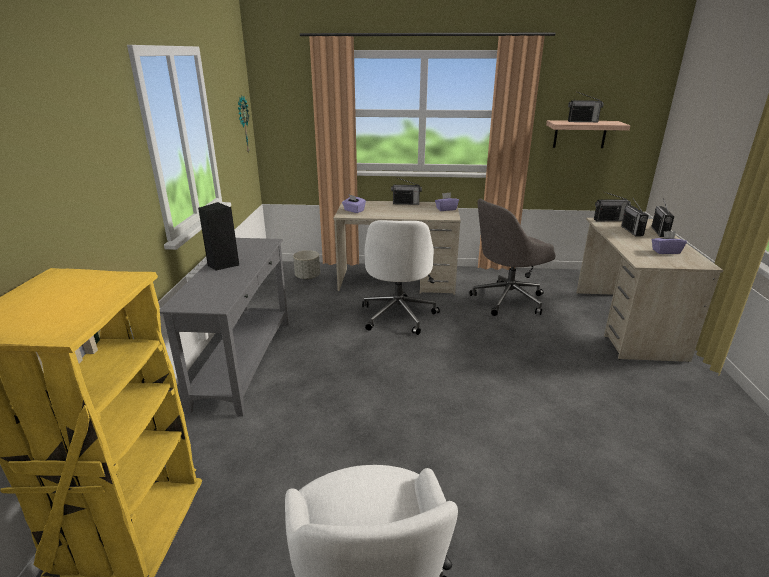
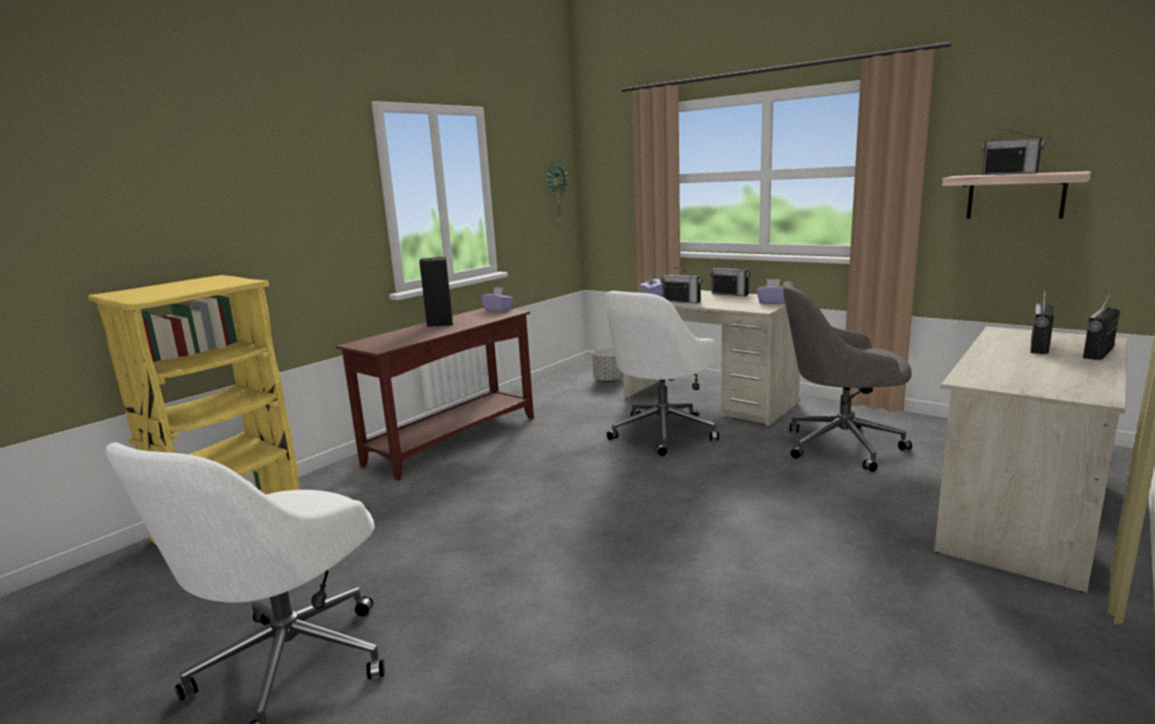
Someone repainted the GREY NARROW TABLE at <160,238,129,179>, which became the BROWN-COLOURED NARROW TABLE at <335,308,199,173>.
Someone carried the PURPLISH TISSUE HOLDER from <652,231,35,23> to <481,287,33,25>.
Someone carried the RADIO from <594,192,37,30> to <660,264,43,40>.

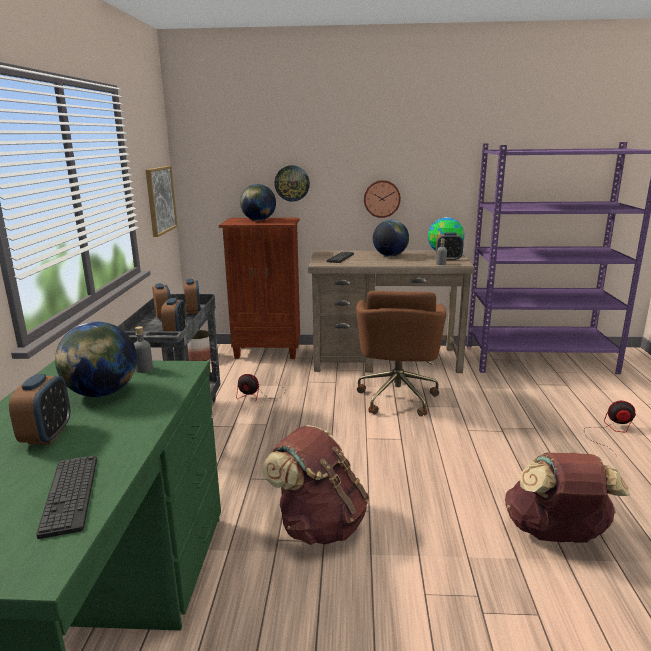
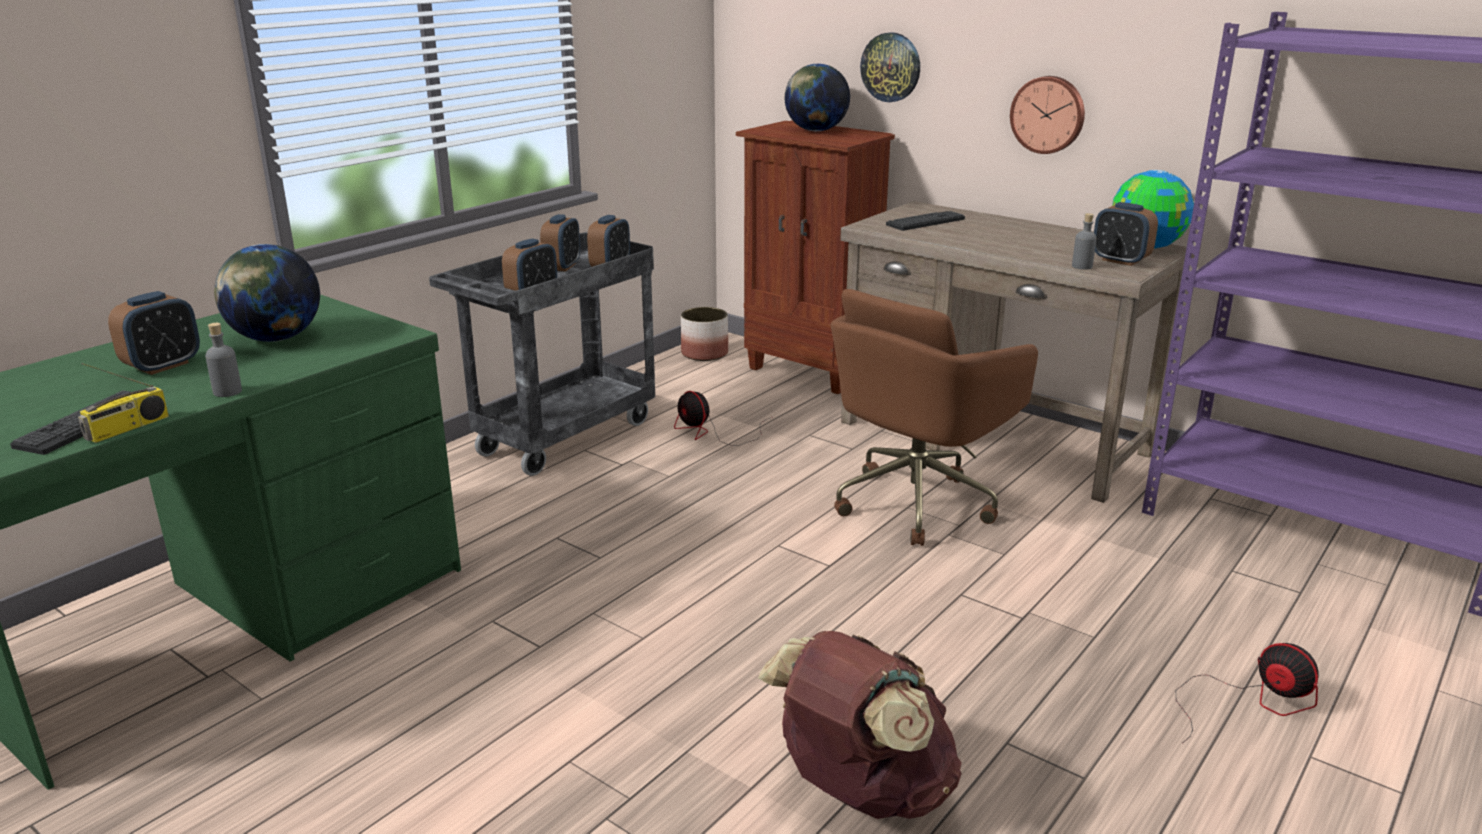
Someone put down the RADIO at <78,363,91,80>.
Someone carried the GREY BOTTLE from <134,326,19,47> to <205,323,37,74>.
Someone took away the WALL ART at <146,166,32,71>.
Someone took away the BROWN-COLOURED KNAPSACK at <262,425,107,120>.
Someone took away the DESK GLOBE at <373,220,36,36>.

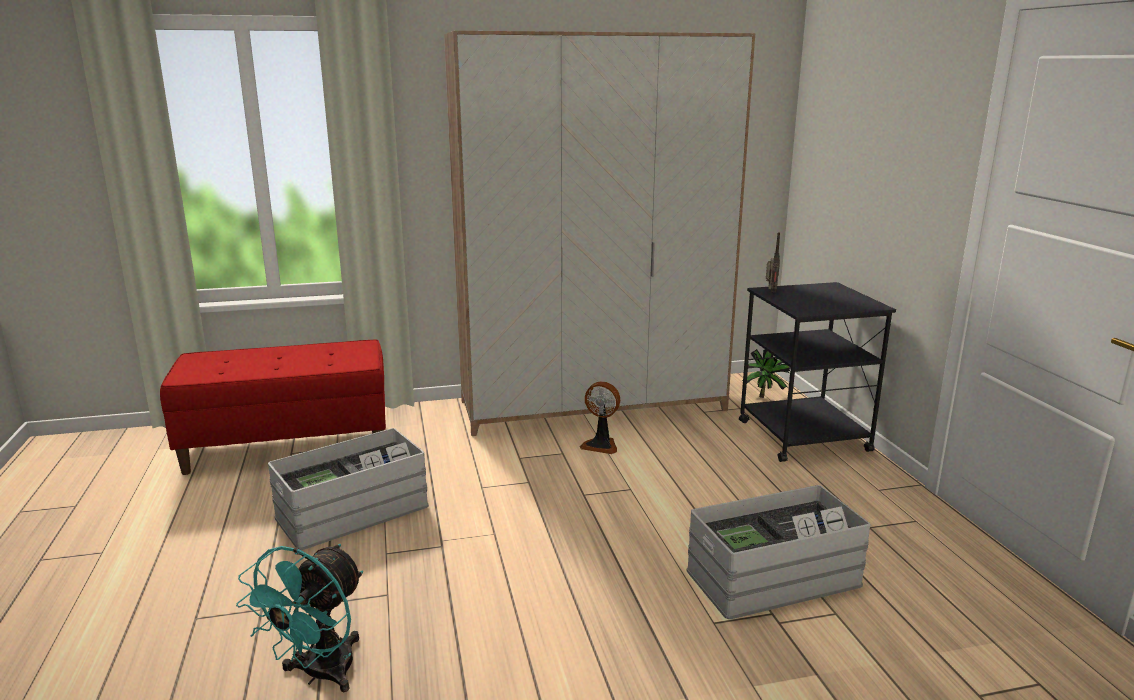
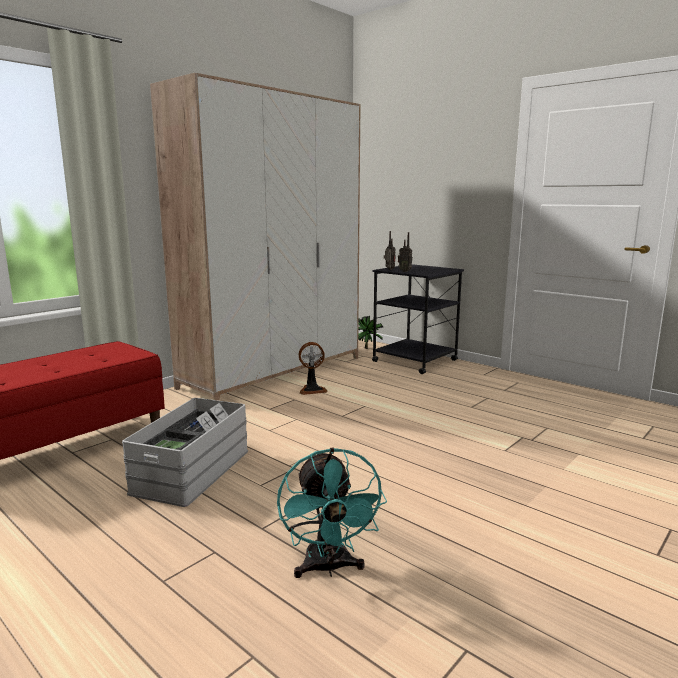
Someone put down the RADIO at <398,232,15,40>.
Someone took away the GREY STORAGE BOX at <686,485,185,134>.

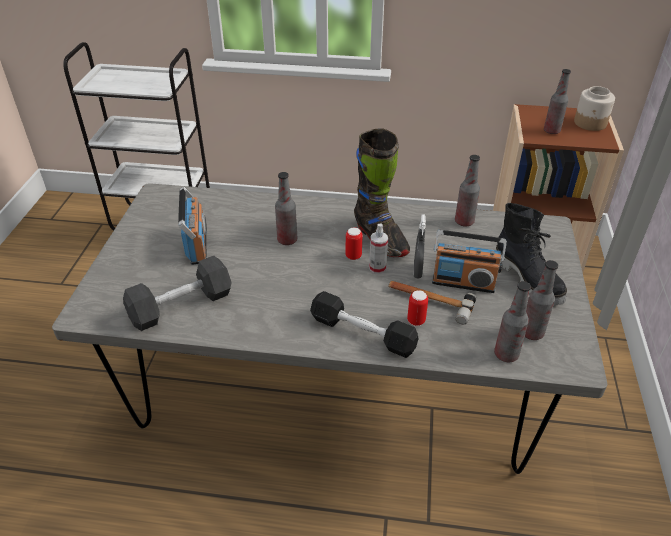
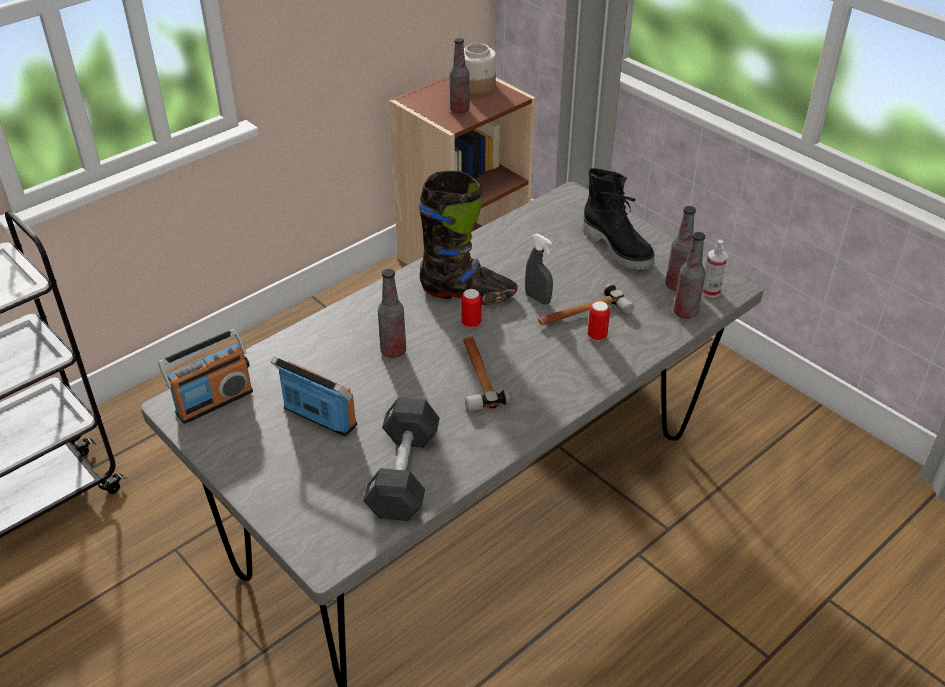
Someone carried the RADIO from <432,230,75,63> to <158,329,95,95>.
Someone put down the TOOL HAMMER at <463,336,48,75>.
Someone rotated the BLACK HIGH-TOP BOOT at <496,203,71,102> by 45 degrees clockwise.
Someone carried the SPRAYER from <369,223,19,51> to <702,239,26,58>.
Someone took away the BLACK HAND WEIGHT at <310,291,109,67>.
Someone took away the BOTTLE at <455,155,25,71>.

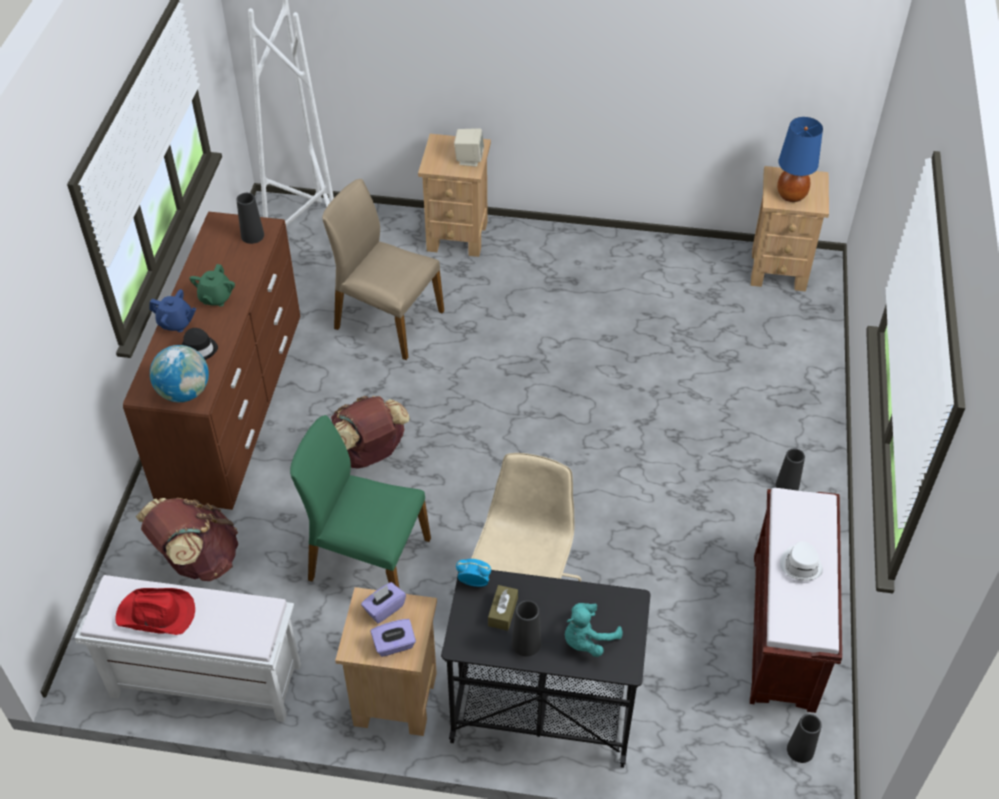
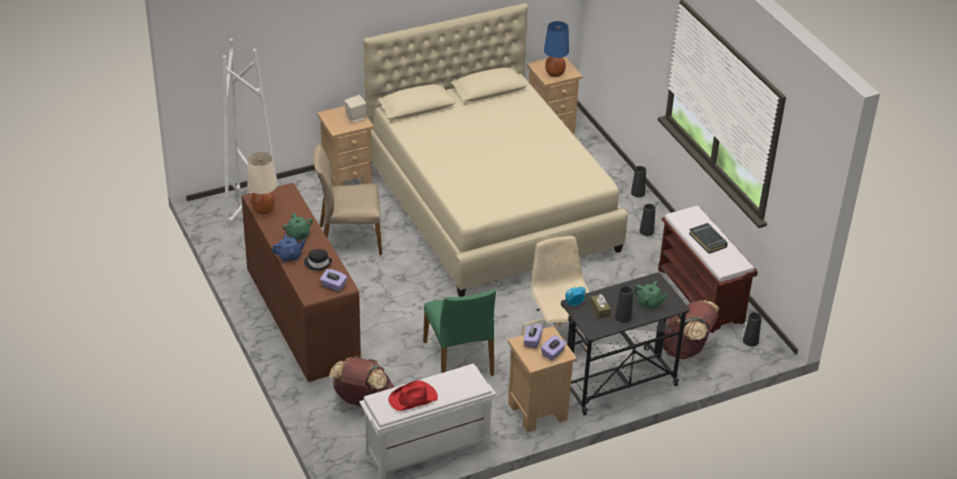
Someone put down the BEIGE-COLOURED TABLETOP LAMP at <247,152,30,62>.
Someone swapped the DESK GLOBE at <150,345,59,57> for the PURPLISH TISSUE HOLDER at <320,269,27,22>.
Someone put down the BEIGE-COLOURED SLEEPING BED at <363,3,265,294>.
Someone rotated the GREEN-COLOURED UPRIGHT CHAIR at <290,415,141,173> by 90 degrees counterclockwise.
Someone carried the BLACK VASE from <236,193,28,51> to <631,166,15,31>.
Someone swapped the BLUE-GREEN CUDDLY TOY at <565,603,58,54> for the GREEN-COLOURED TEAPOT at <634,281,34,29>.
Someone carried the BROWN-COLOURED KNAPSACK from <331,396,79,73> to <663,300,57,59>.
Someone swapped the WHITE-COLOURED CLOTHING HAT at <780,541,43,40> for the BLACK BOOK at <689,223,39,31>.

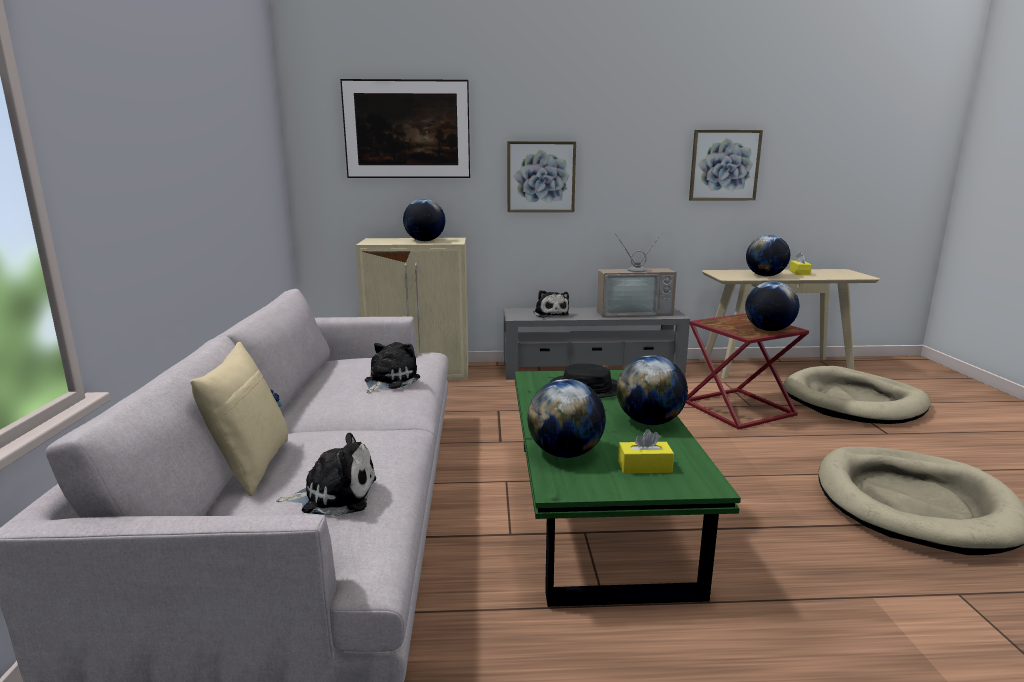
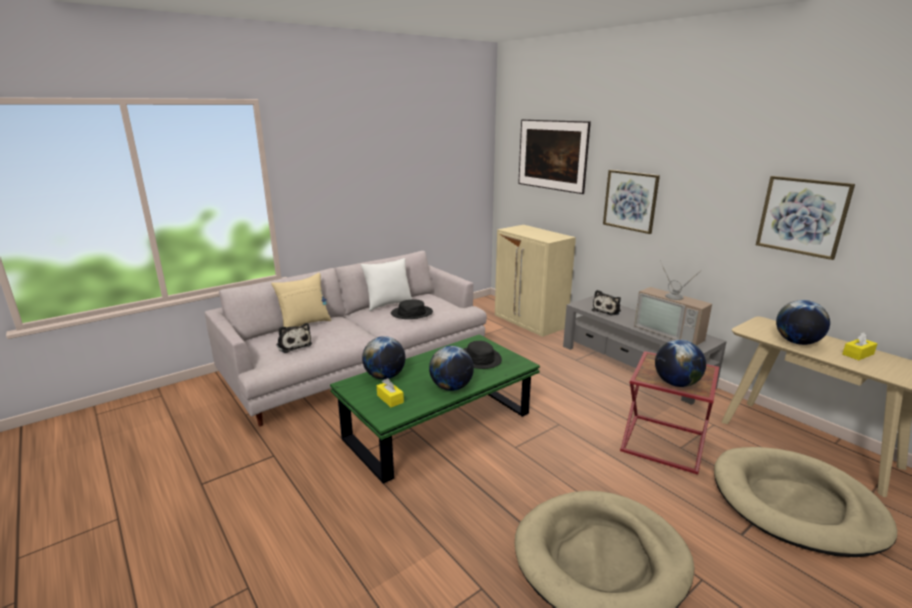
Someone put down the WHITE-COLOURED CUSHION at <360,258,53,53>.
Someone swapped the CUDDLY TOY at <365,342,55,51> for the BLACK CLOTHING HAT at <391,300,42,19>.
Someone took away the DESK GLOBE at <403,199,42,42>.

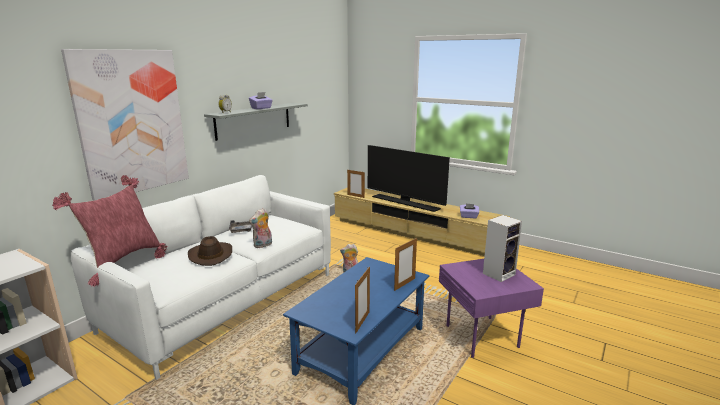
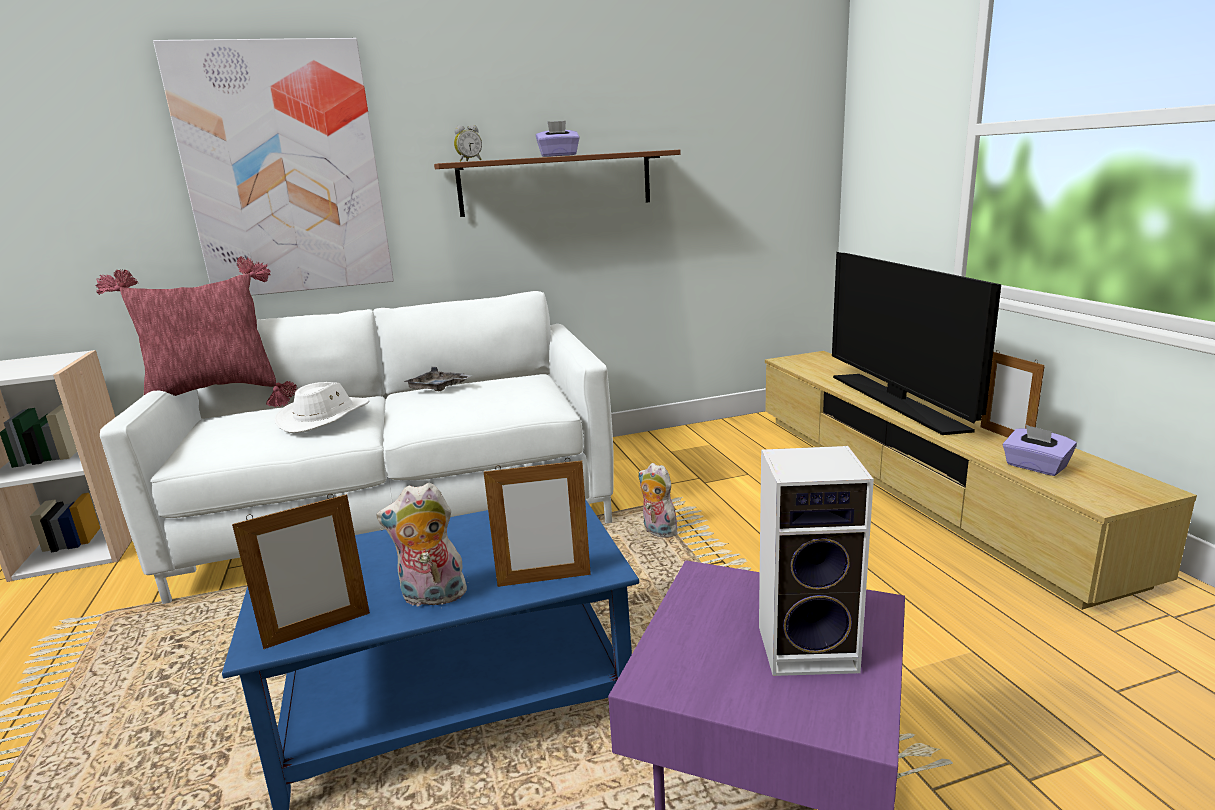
Someone repainted the BROWN-COLOURED CLOTHING HAT at <188,236,44,30>, which became the WHITE-COLOURED CLOTHING HAT at <274,382,96,51>.
Someone carried the CUDDLY TOY from <249,208,23,40> to <377,482,93,125>.
Someone repainted the GREY BRACKET SHELF at <204,103,104,38>, which became the BROWN-COLOURED BRACKET SHELF at <434,150,247,67>.
Someone carried the PHOTO FRAME from <347,170,18,28> to <980,350,65,88>.

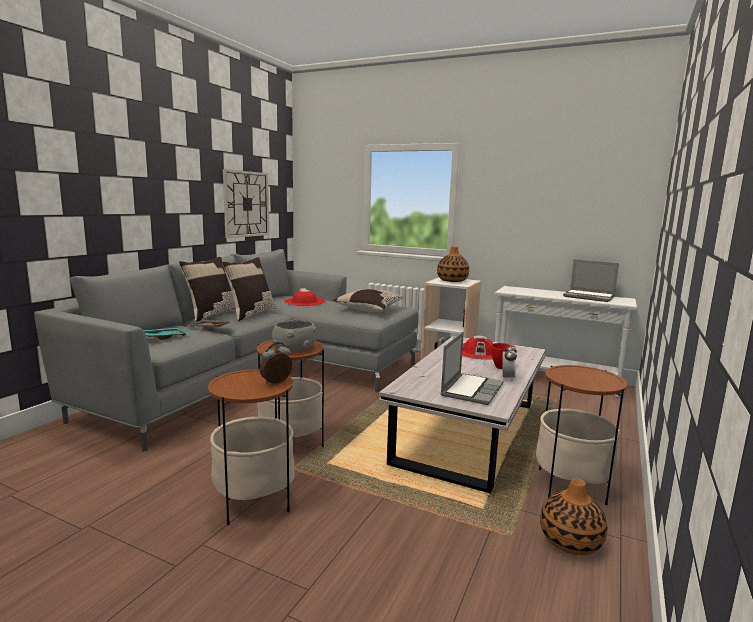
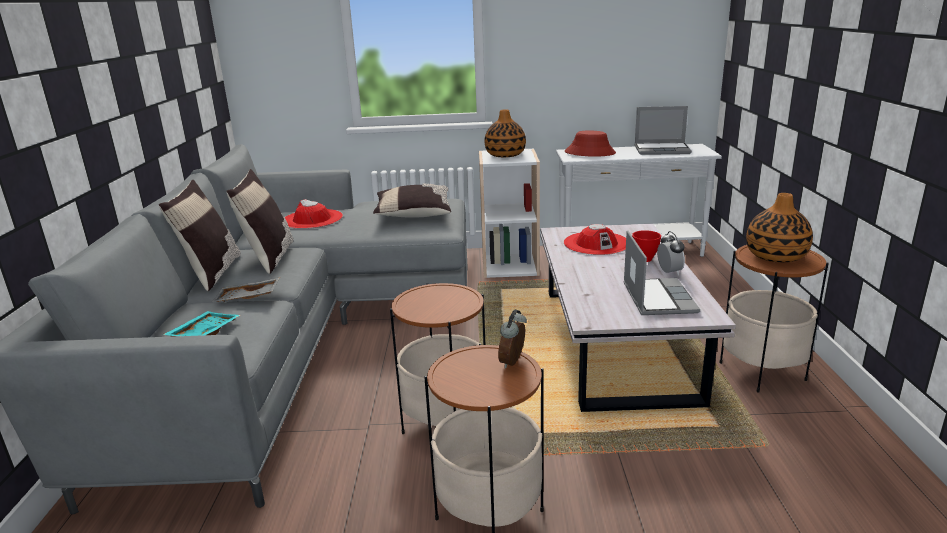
Someone put down the RED-COLOURED CLOTHING HAT at <565,130,51,27>.
Someone carried the VASE from <540,478,67,77> to <746,193,67,70>.
Someone took away the WALL CLOCK at <223,169,46,69>.
Someone took away the GREY DEEP DISH at <271,319,46,33>.

